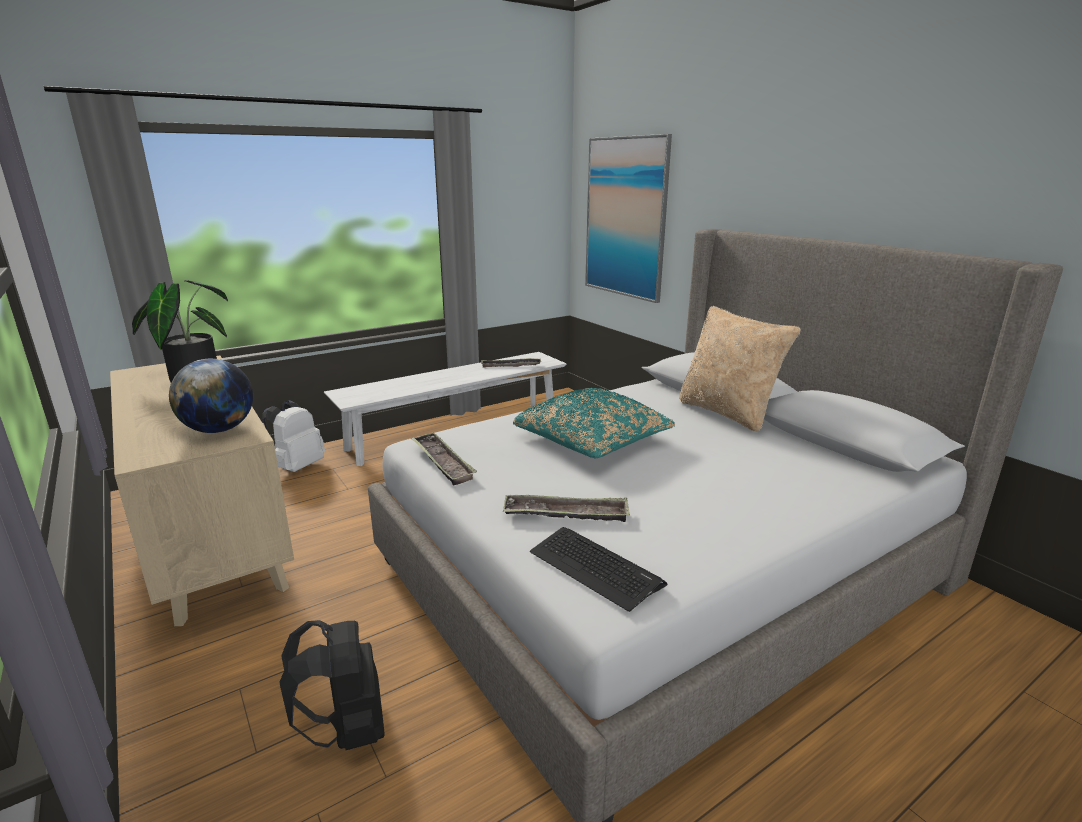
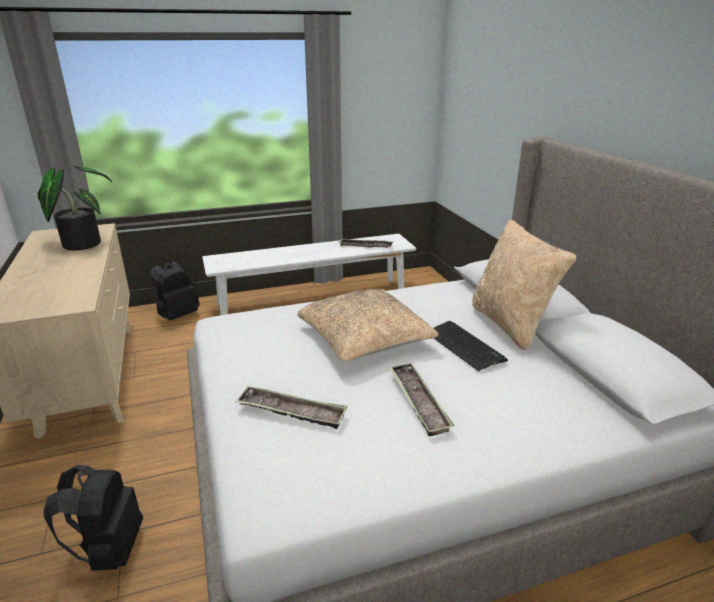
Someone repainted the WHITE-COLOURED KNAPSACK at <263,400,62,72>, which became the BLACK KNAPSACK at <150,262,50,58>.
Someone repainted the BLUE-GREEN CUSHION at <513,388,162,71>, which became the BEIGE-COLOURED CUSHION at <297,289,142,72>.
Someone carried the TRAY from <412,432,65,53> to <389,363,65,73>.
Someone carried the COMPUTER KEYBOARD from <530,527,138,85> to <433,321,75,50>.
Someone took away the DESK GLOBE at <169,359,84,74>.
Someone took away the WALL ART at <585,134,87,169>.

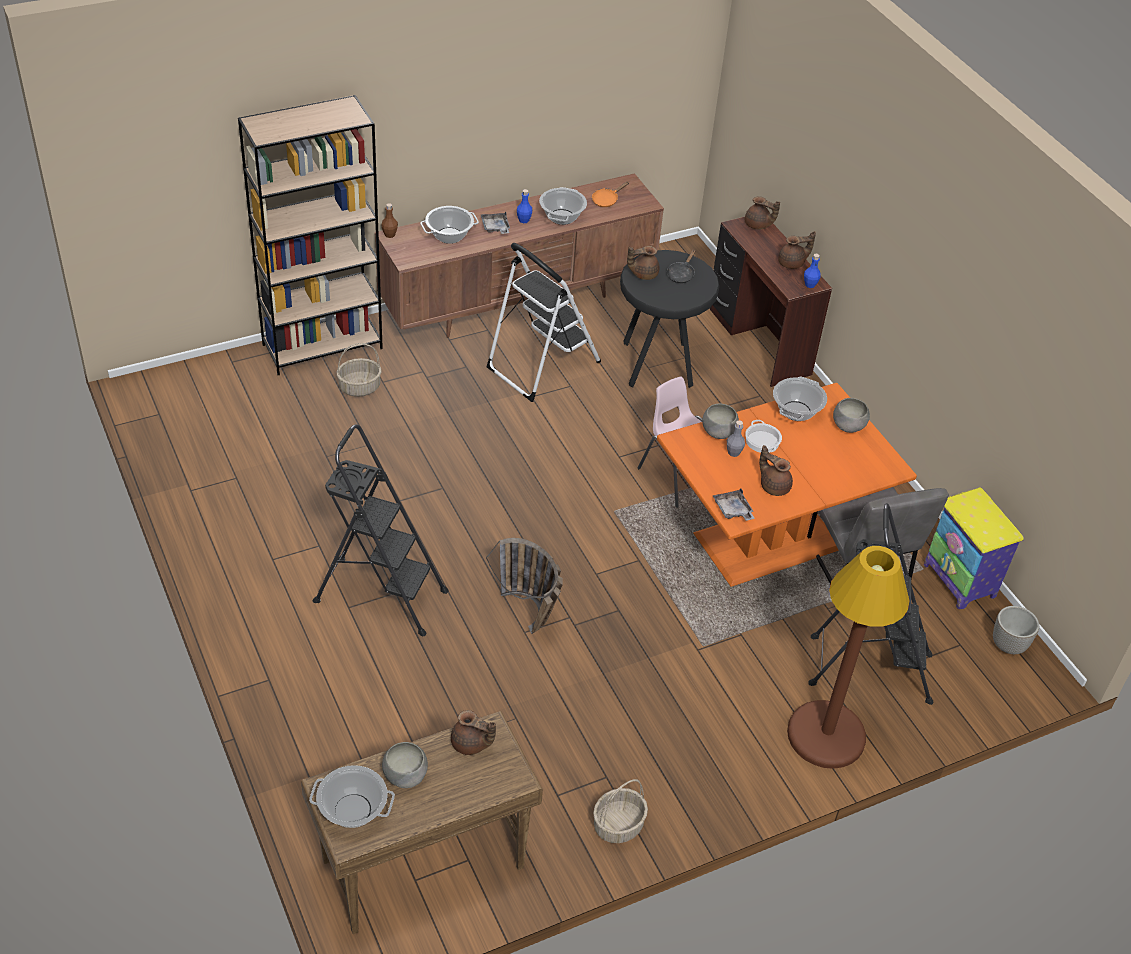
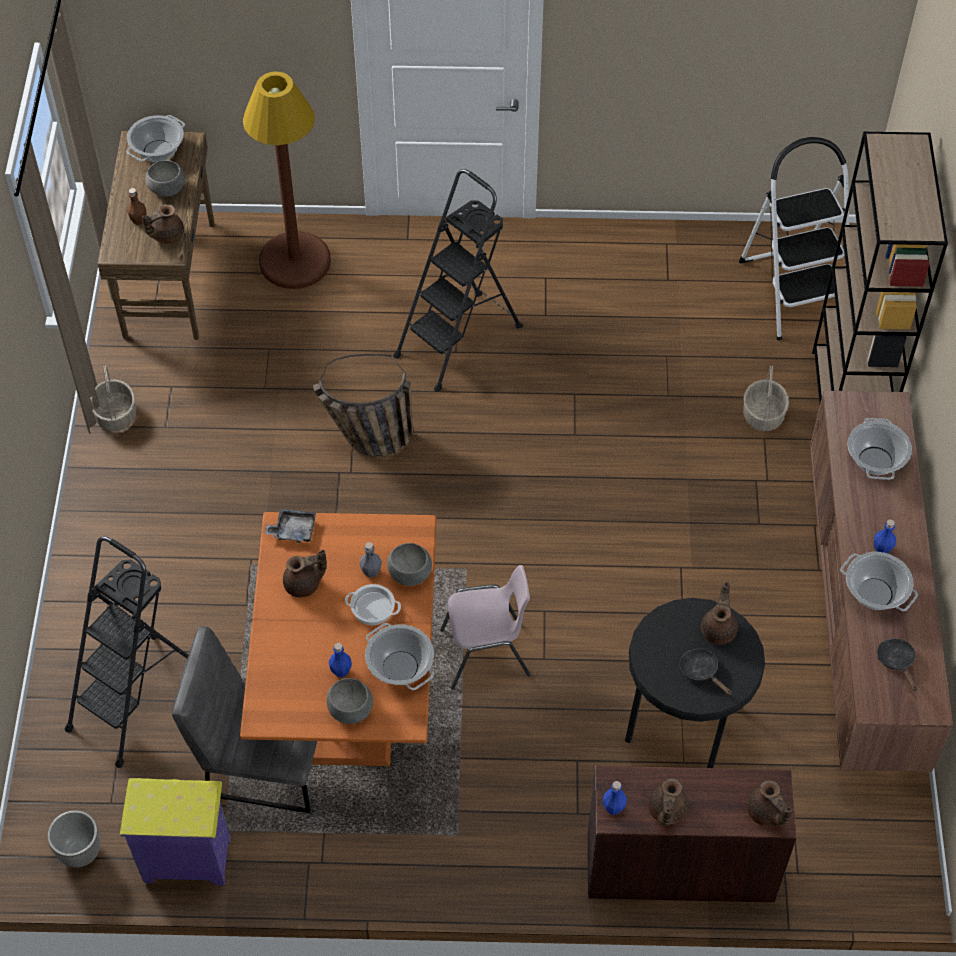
Someone carried the BROWN-COLOURED BOTTLE from <381,203,17,35> to <127,188,20,37>.
Someone carried the BROWN-COLOURED STANDING LAMP from <787,546,123,223> to <243,72,88,217>.
Someone put down the BLUE-COLOURED BOTTLE at <329,643,23,35>.
Someone carried the STEP LADDER from <487,243,114,159> to <739,137,110,203>.
Someone rotated the BROWN-COLOURED TEAPOT at <745,196,35,33> by 90 degrees counterclockwise.
Someone repainted the ORANGE SKILLET at <592,181,37,26>, which became the BLACK SKILLET at <877,639,40,52>.
Someone took away the GREY TRAY at <481,211,29,23>.

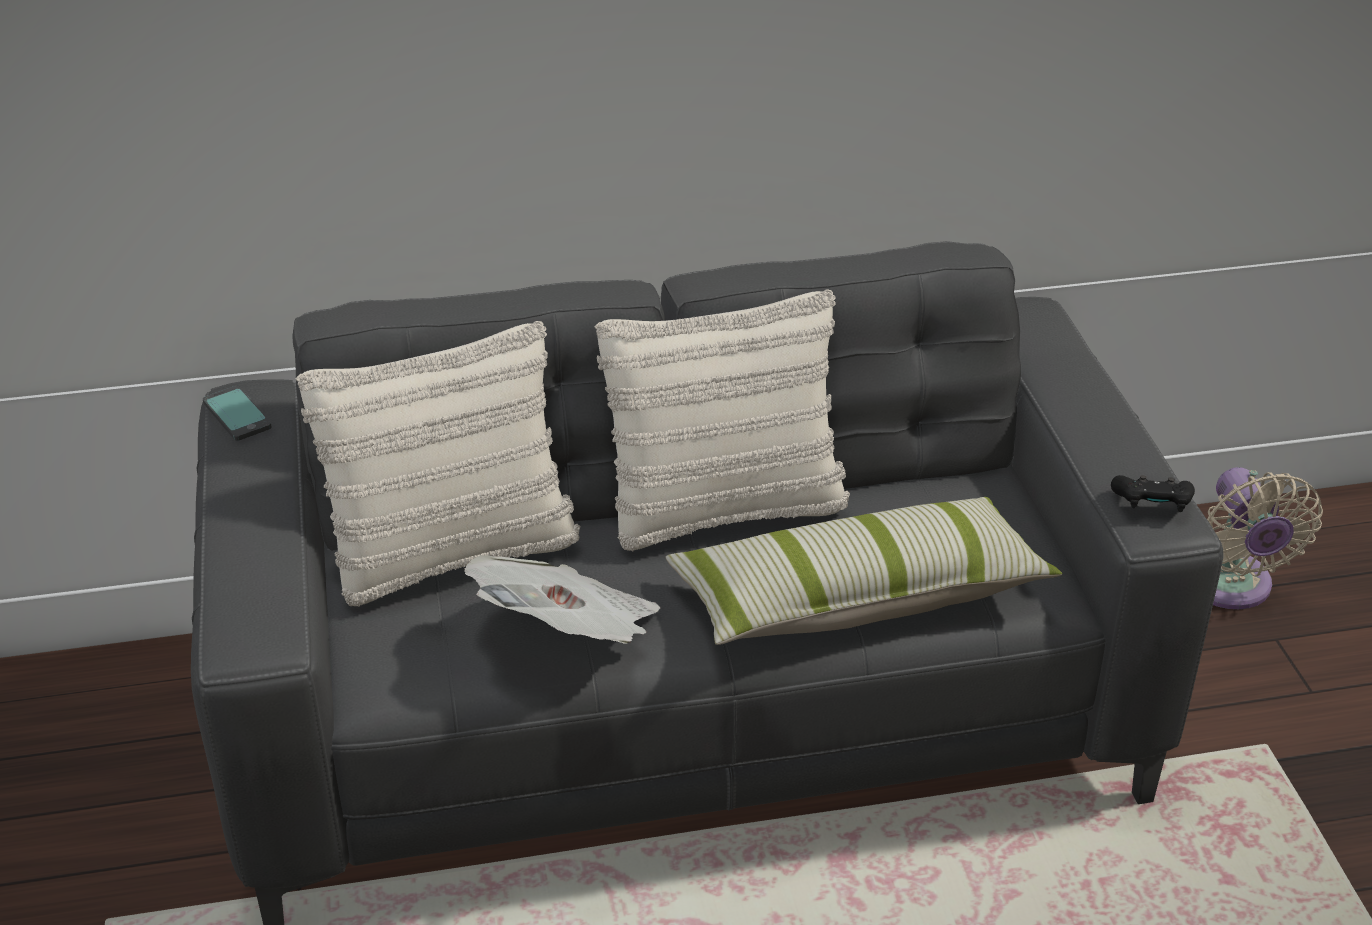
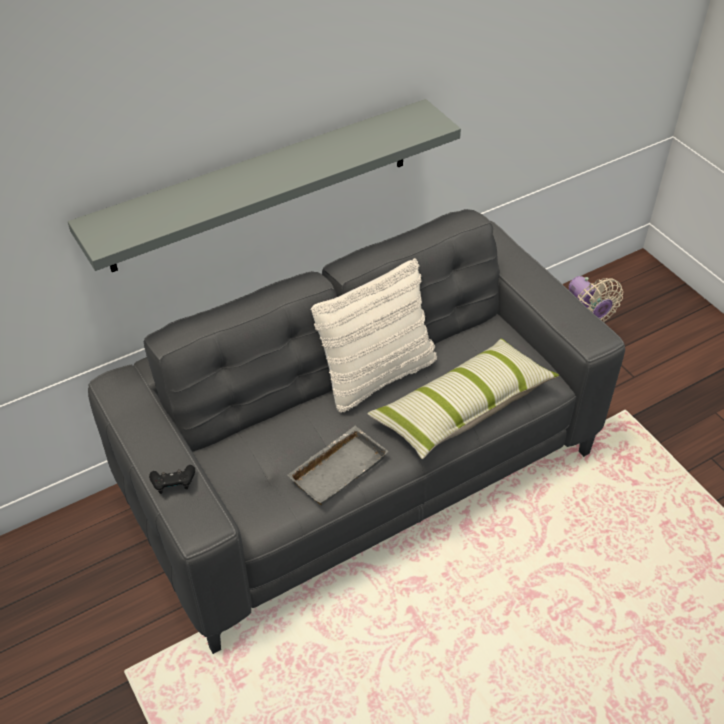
Someone put up the GREY BRACKET SHELF at <68,99,393,173>.
Someone carried the BLACK GAMEPAD from <1111,475,84,37> to <149,465,46,29>.
Someone swapped the DAILY PAPER at <465,555,195,89> for the GREY TRAY at <287,426,102,80>.
Someone took away the PHONE at <203,386,69,55>.
Someone took away the BEIGE-COLOURED CUSHION at <296,321,284,286>.

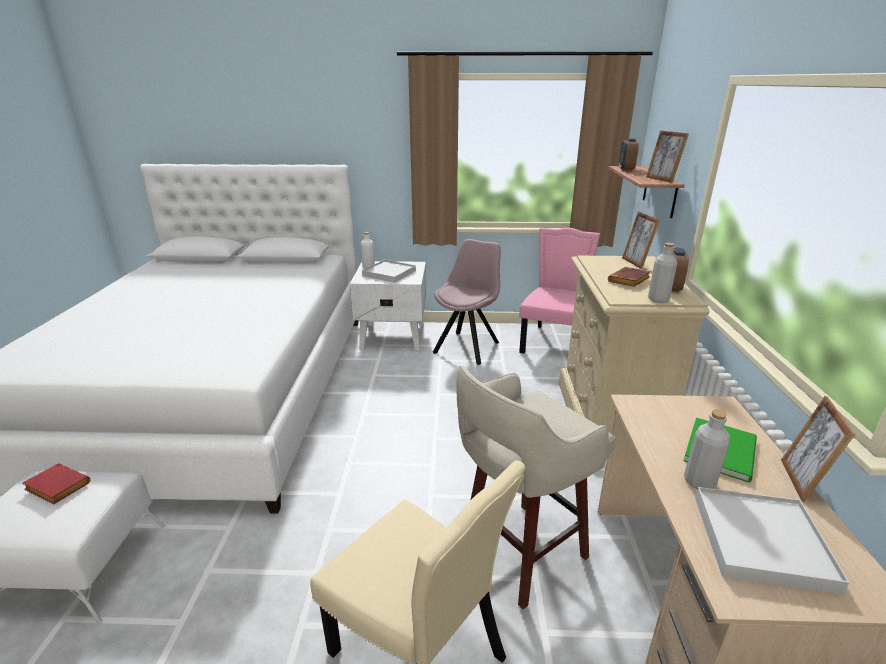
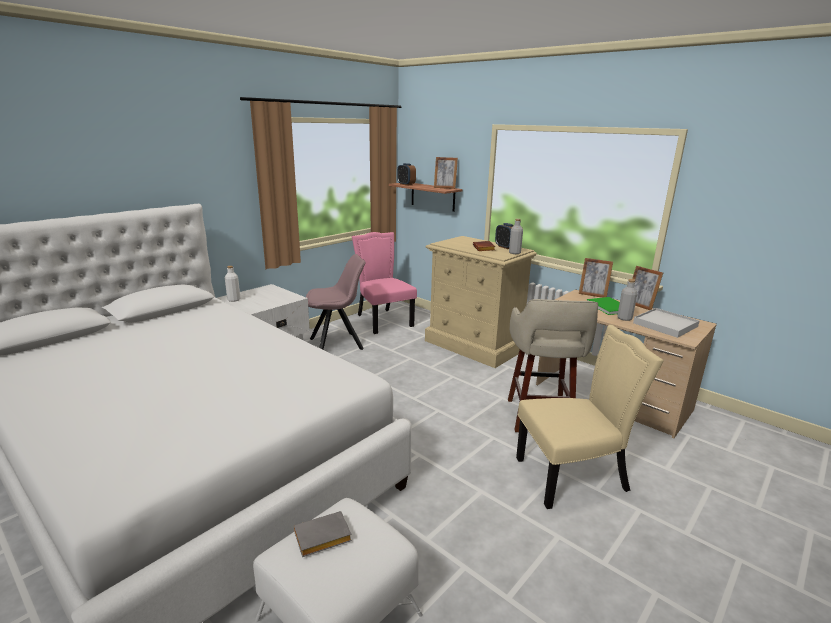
Someone repainted the RED-COLOURED BOOK at <22,464,68,40>, which became the GREY BOOK at <294,511,58,46>.
Someone rotated the PINK-COLOURED UPRIGHT CHAIR at <433,239,68,126> by 90 degrees clockwise.
Someone carried the PHOTO FRAME from <622,211,38,58> to <579,258,34,40>.
Someone took away the WHITE-COLOURED TRAY at <362,260,54,23>.

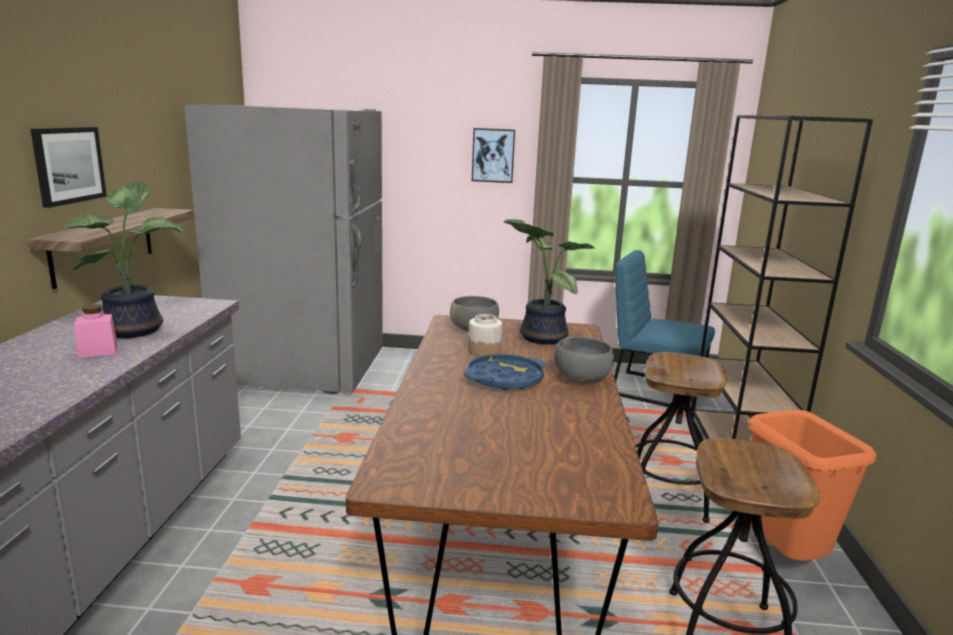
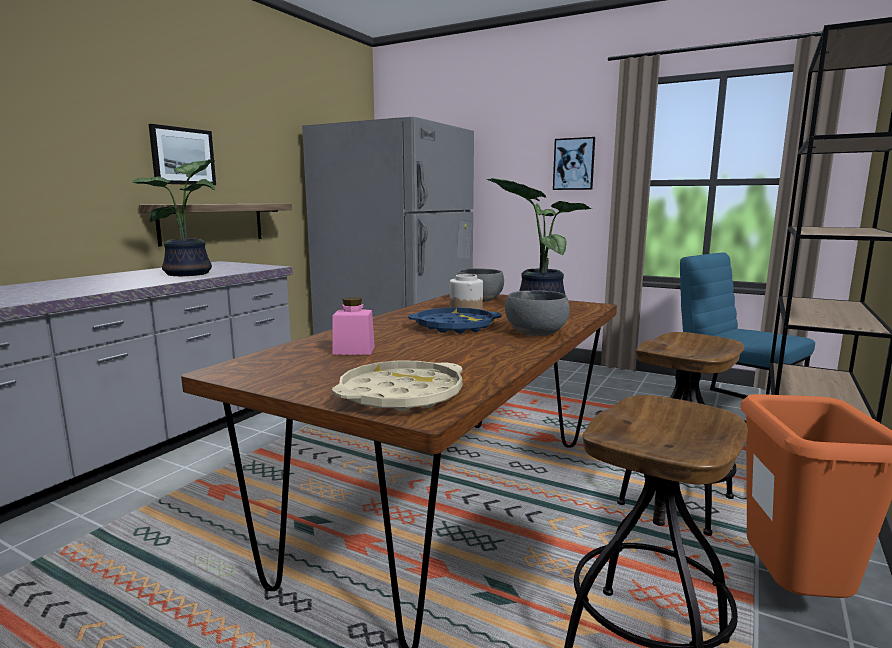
Someone put down the BEIGE-COLOURED TRAY at <332,361,131,51>.
Someone carried the PINK-COLOURED STORAGE JAR from <74,305,44,53> to <333,297,42,58>.

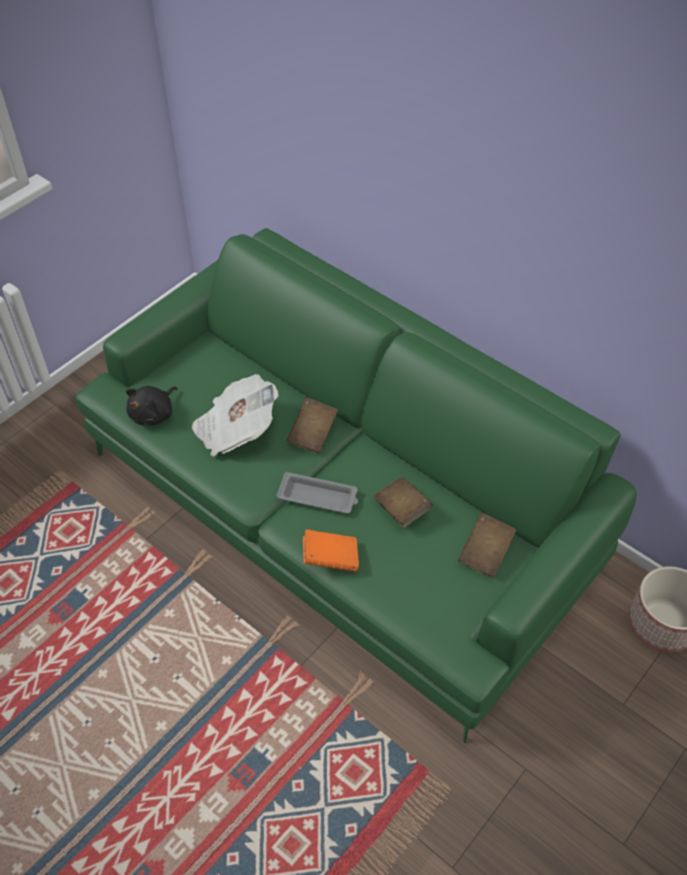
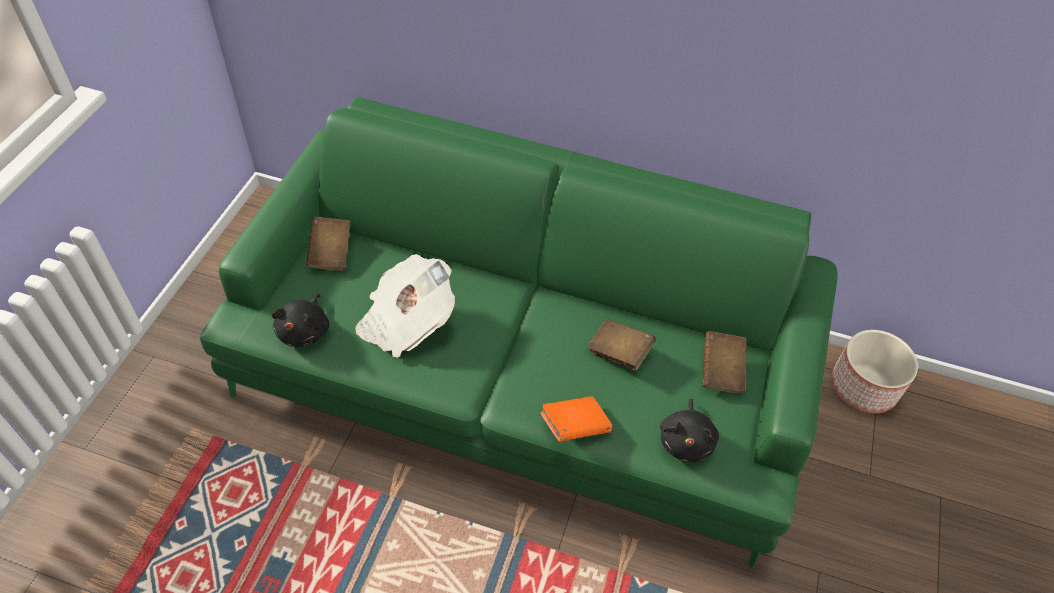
Someone carried the BROWN-COLOURED BOOK from <287,398,51,56> to <306,217,45,54>.
Someone put down the BLACK CUDDLY TOY at <660,399,59,63>.
Someone took away the GREY TRAY at <276,472,82,42>.

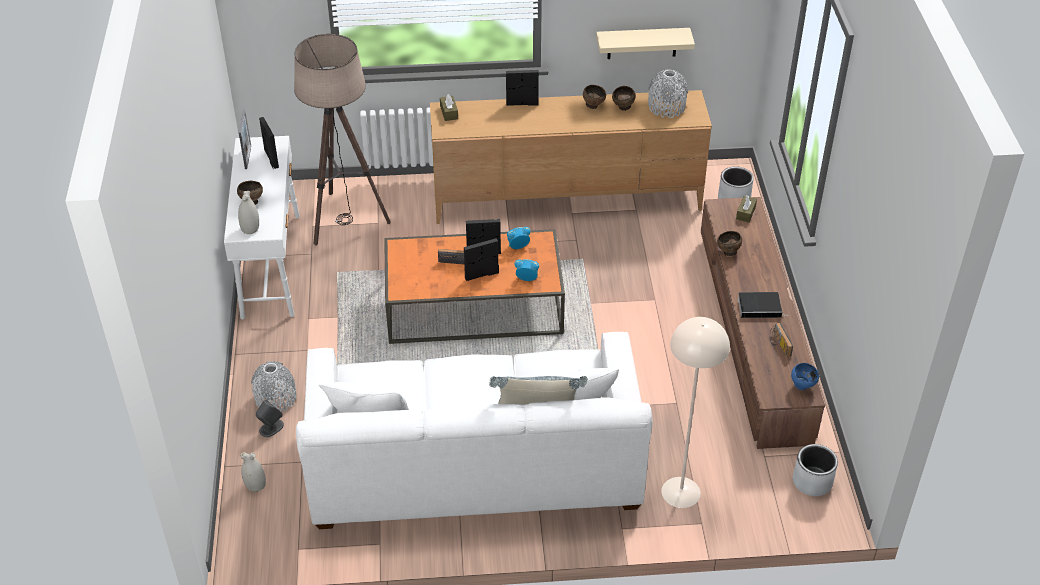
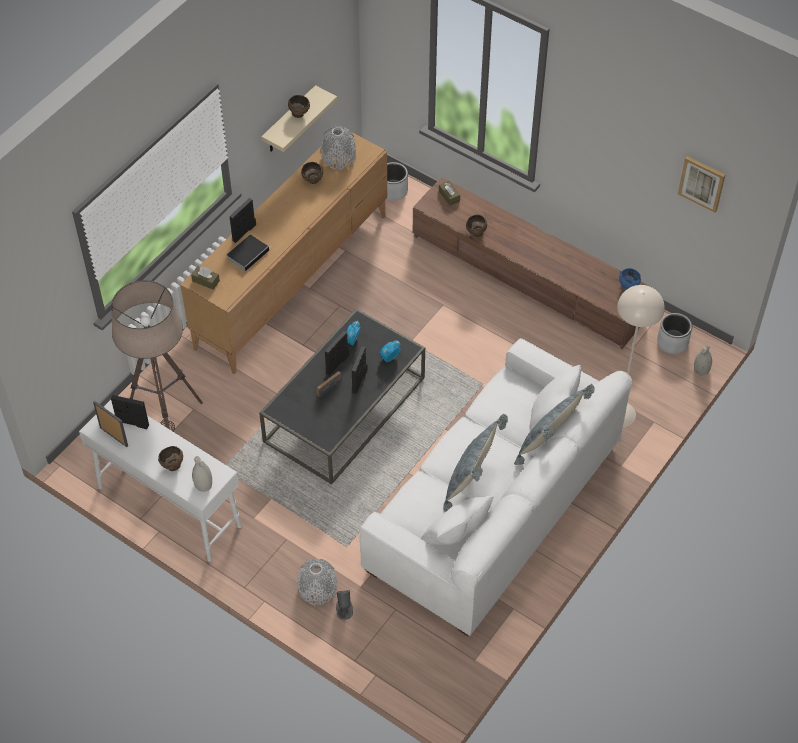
Someone carried the BOOK from <738,292,48,26> to <227,234,45,37>.
Someone repainted the ORANGE LOW TABLE at <384,229,181,115>, which became the BLACK LOW TABLE at <259,308,166,177>.
Someone carried the BROWN-COLOURED DEEP DISH from <583,85,23,24> to <288,95,22,23>.
Someone put down the CUSHION at <443,414,65,98>.
Someone put up the WALL ART at <678,156,47,57>.
Someone carried the WHITE-COLOURED VASE from <241,452,25,40> to <694,344,18,31>.
Someone took away the RADIO at <770,323,23,34>.

